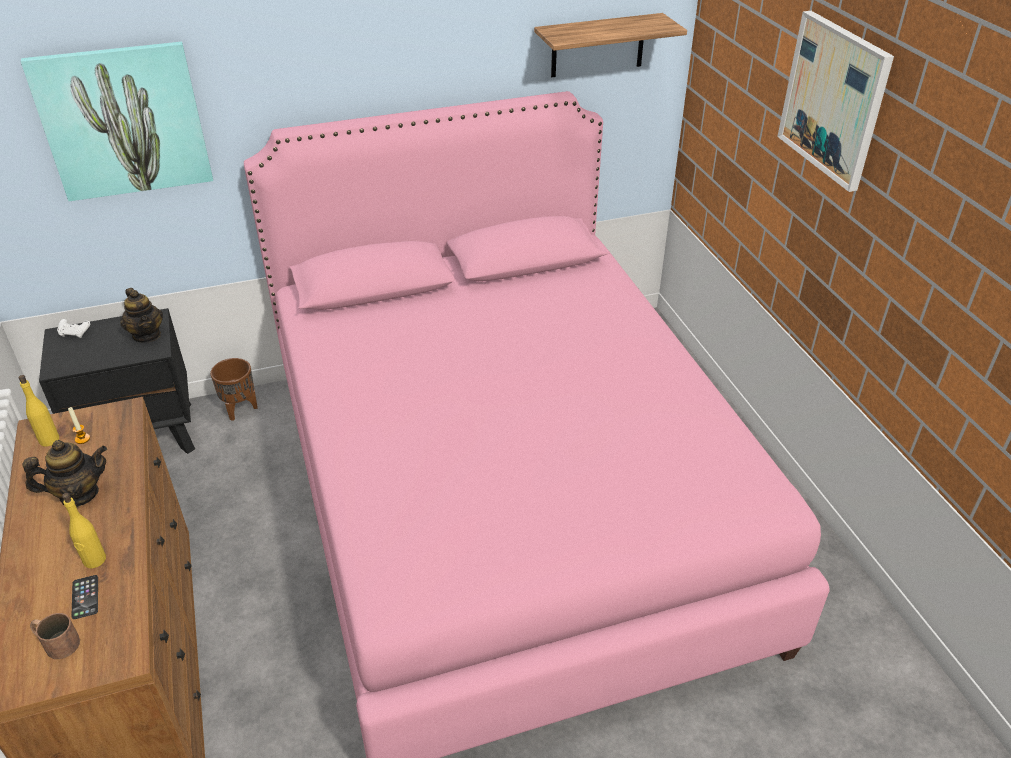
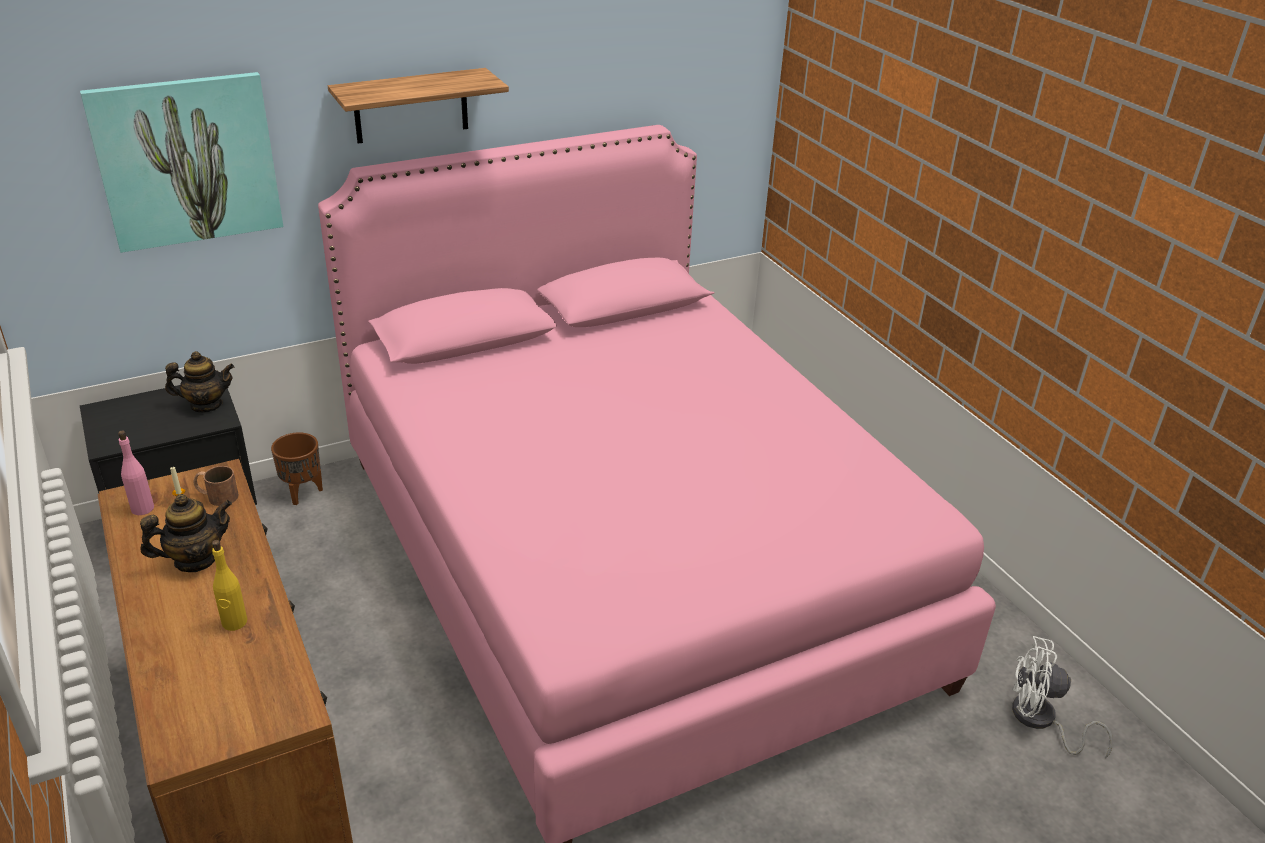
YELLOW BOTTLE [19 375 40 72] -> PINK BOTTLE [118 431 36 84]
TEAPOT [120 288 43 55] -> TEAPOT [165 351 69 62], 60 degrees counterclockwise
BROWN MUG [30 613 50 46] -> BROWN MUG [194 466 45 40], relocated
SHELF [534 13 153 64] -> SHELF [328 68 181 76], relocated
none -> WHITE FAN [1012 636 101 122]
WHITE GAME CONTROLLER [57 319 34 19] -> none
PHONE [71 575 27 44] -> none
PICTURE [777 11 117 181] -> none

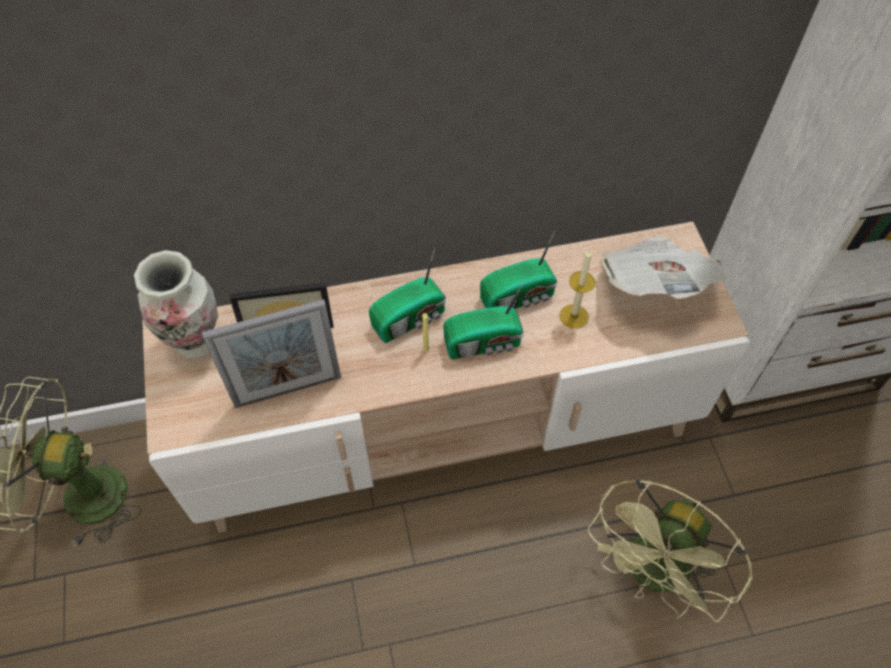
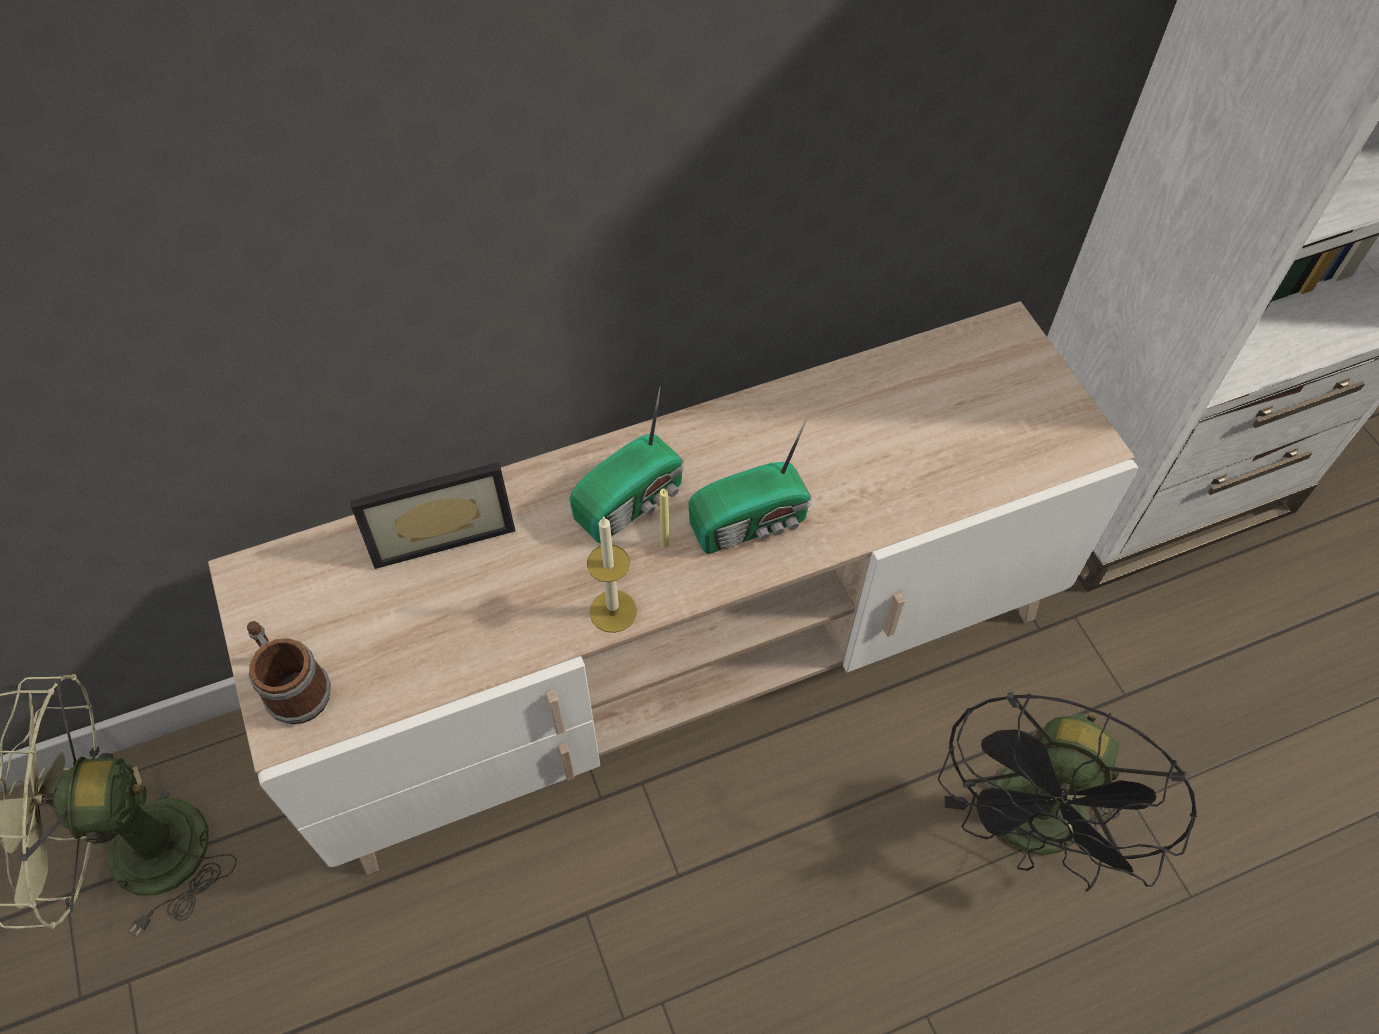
none -> MUG [247 621 84 103]
CANDLE [560 250 35 79] -> CANDLE [587 516 50 117], relocated
GREEN FAN [588 478 165 144] -> BLACK FAN [938 692 259 200]
VASE [134 250 84 109] -> none
PICTURE FRAME [202 299 139 109] -> none
RADIO [480 231 77 78] -> none
NEWSPAPER [602 236 125 63] -> none

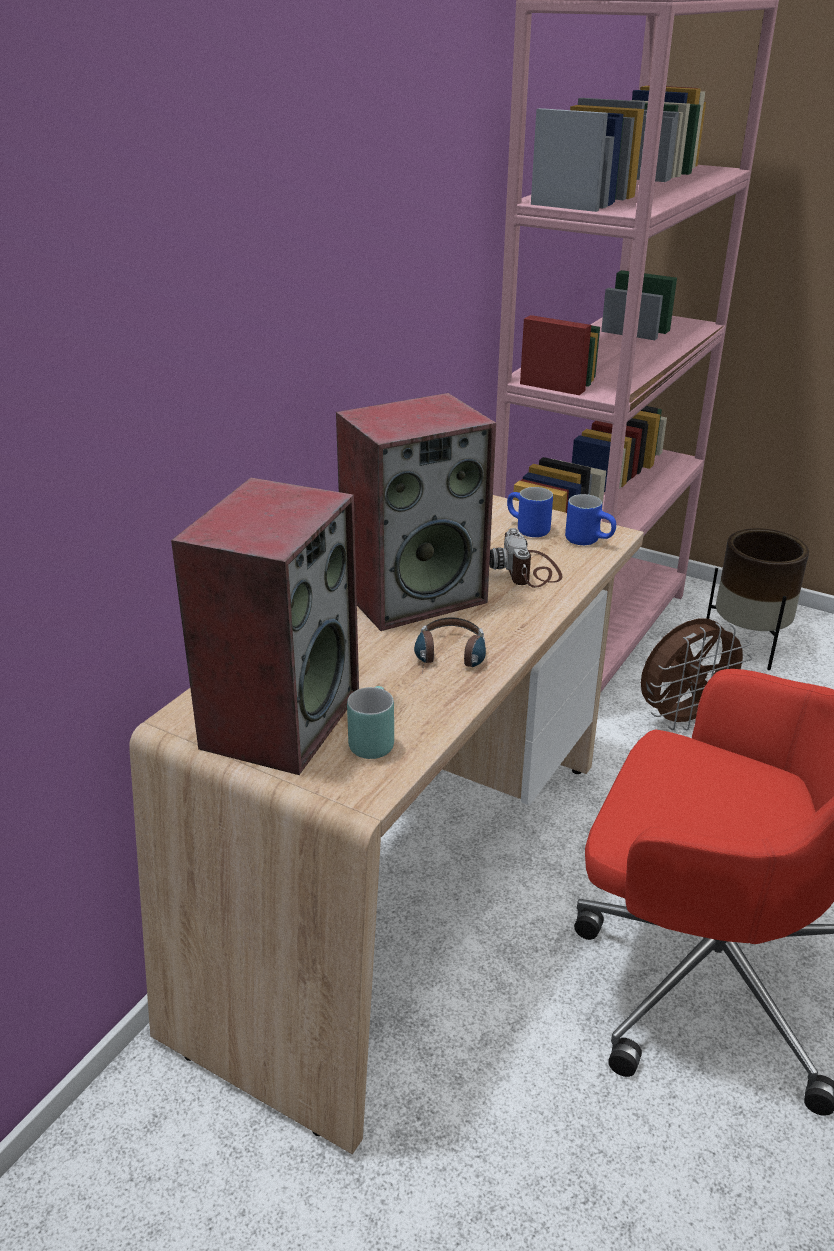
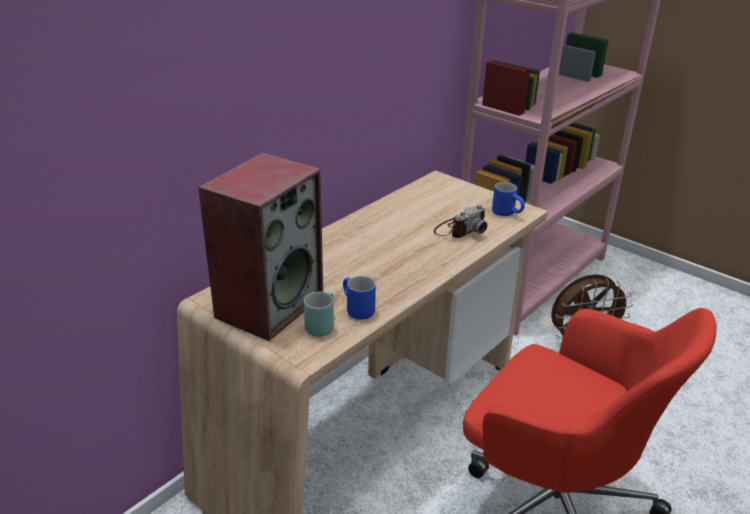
BLUE MUG [507 487 46 50] -> BLUE MUG [343 276 33 44], relocated
PHOTO CAMERA [489 528 73 60] -> PHOTO CAMERA [434 205 53 33], 135 degrees counterclockwise
SPEAKER [336 393 160 238] -> none
HEADPHONES [414 617 72 56] -> none
BROWN PLANTER [703 528 106 142] -> none

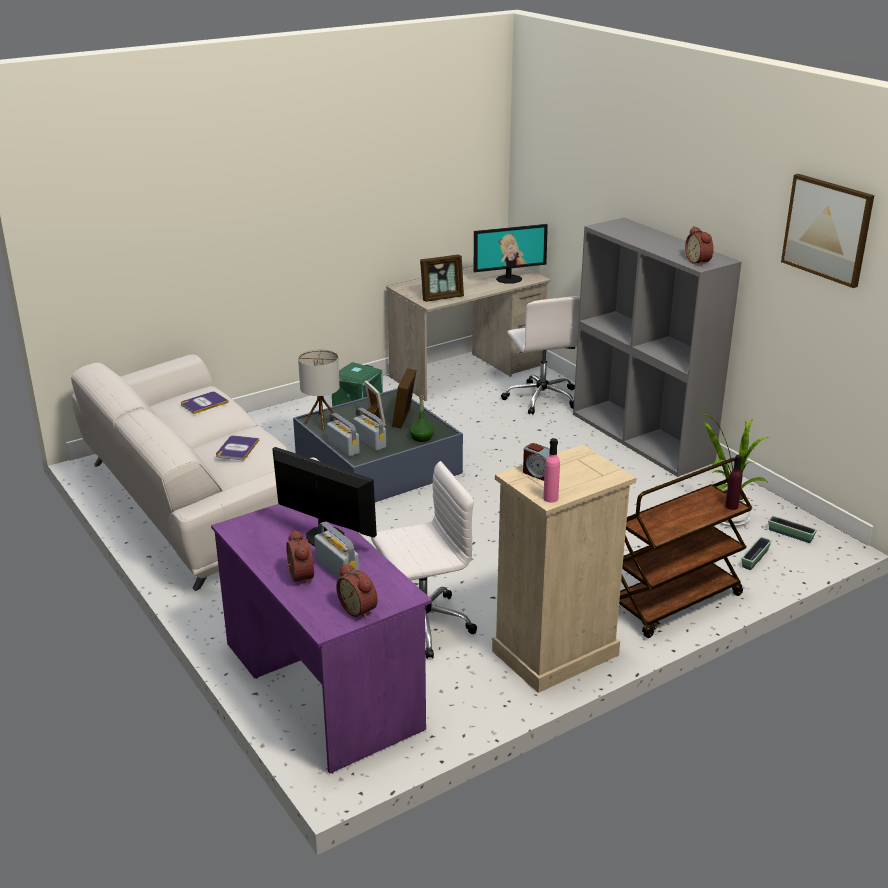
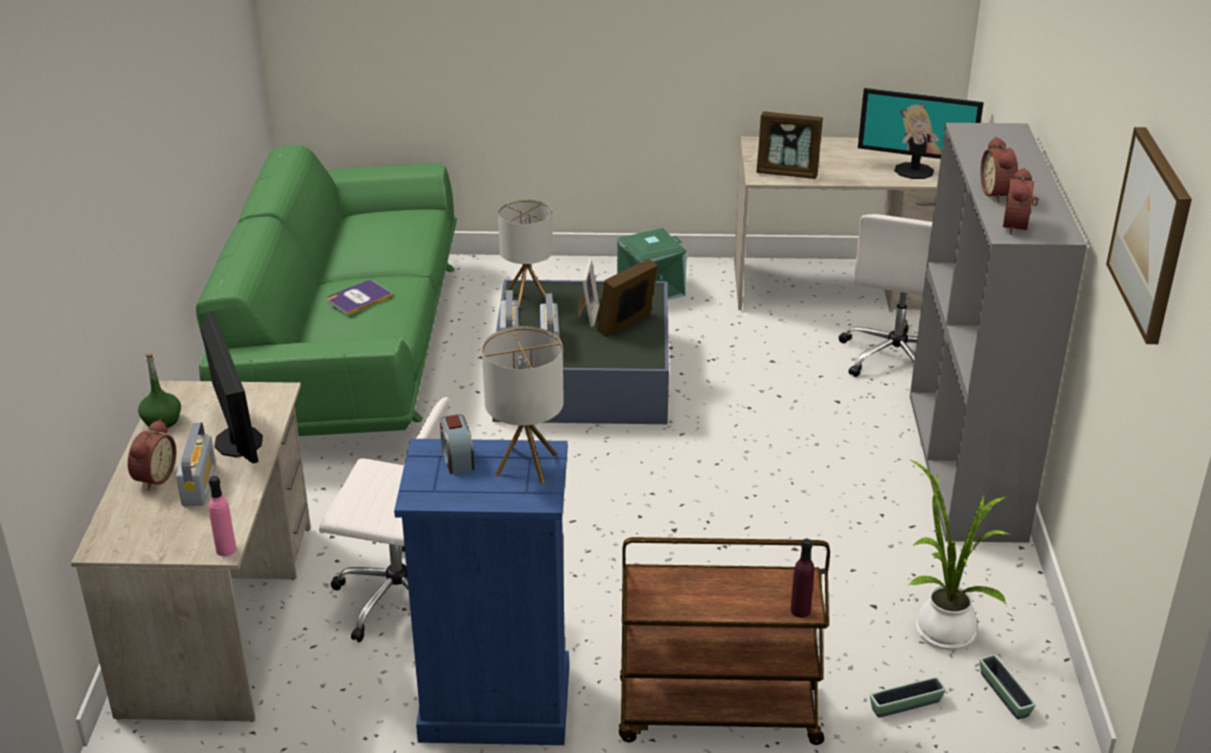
PURPLE DESK [211 504 221 270] -> BEIGE DESK [71 381 240 341]
GREEN BOTTLE [410 395 24 47] -> GREEN BOTTLE [138 353 43 75], relocated
WHITE SOFA [71 354 248 237] -> GREEN SOFA [196 145 261 291]
PINK BOTTLE [543 438 17 65] -> PINK BOTTLE [209 476 27 80], relocated
BEIGE DRESSER [492 445 144 248] -> BLUE DRESSER [394 439 175 306]
none -> TABLE LAMP [482 326 82 158]
ALARM CLOCK [336 564 42 56] -> ALARM CLOCK [980 137 38 65], relocated
BOOK [181 392 48 22] -> none

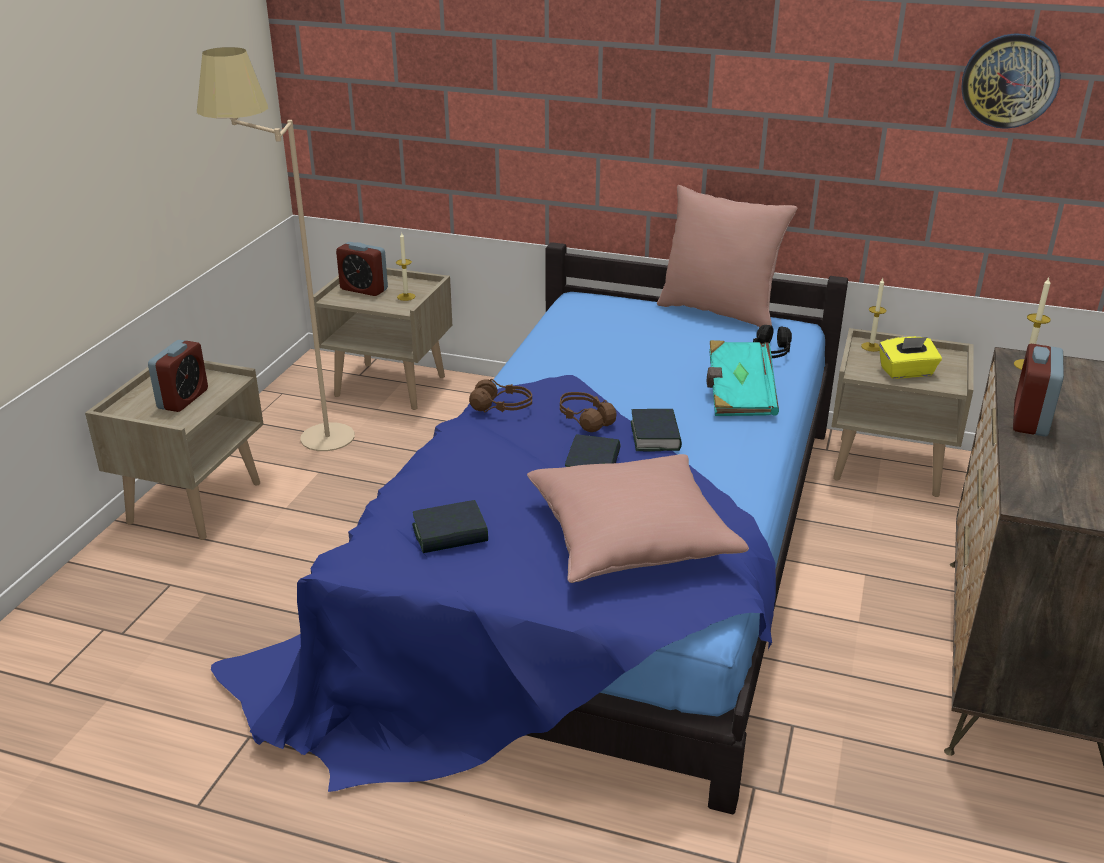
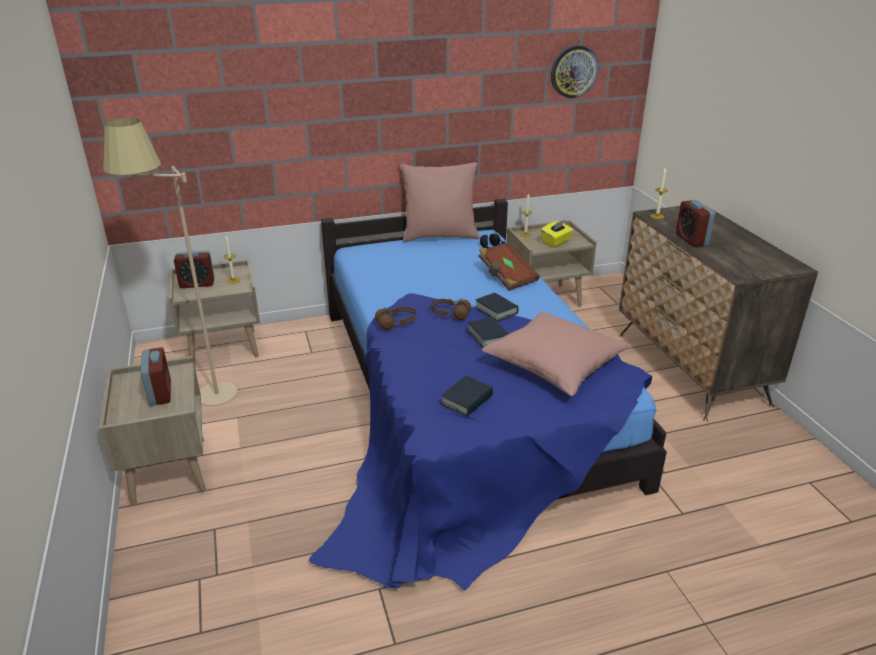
TURQUOISE BOOK [706 340 73 76] -> BROWN BOOK [478 242 62 49]

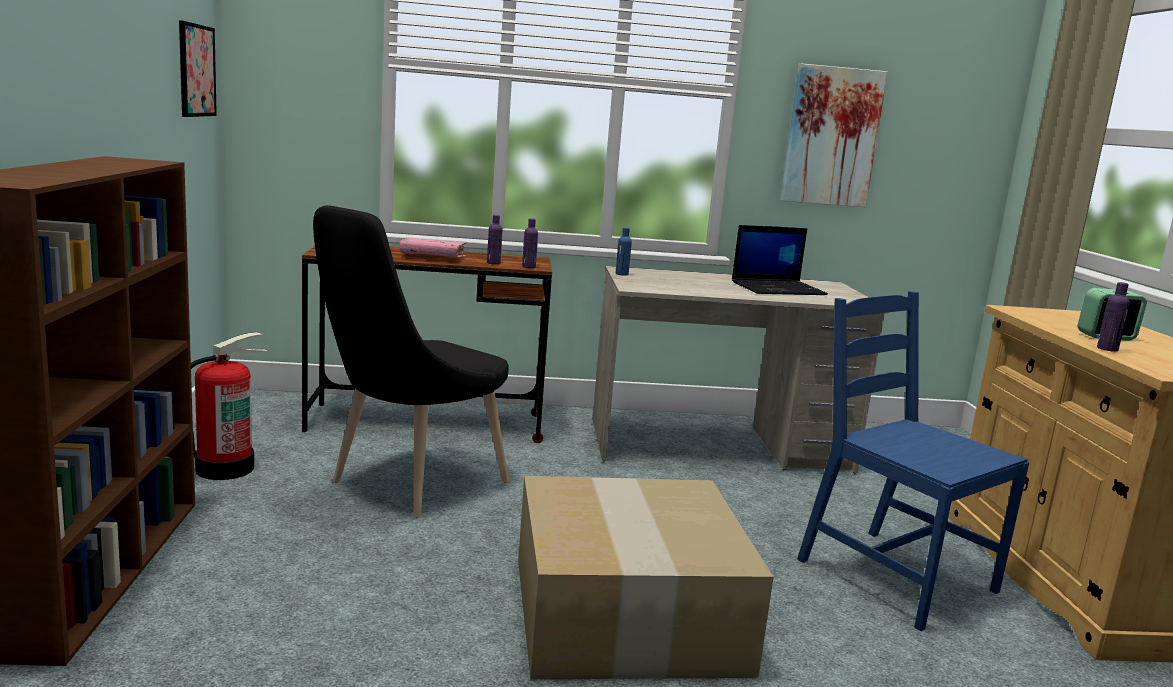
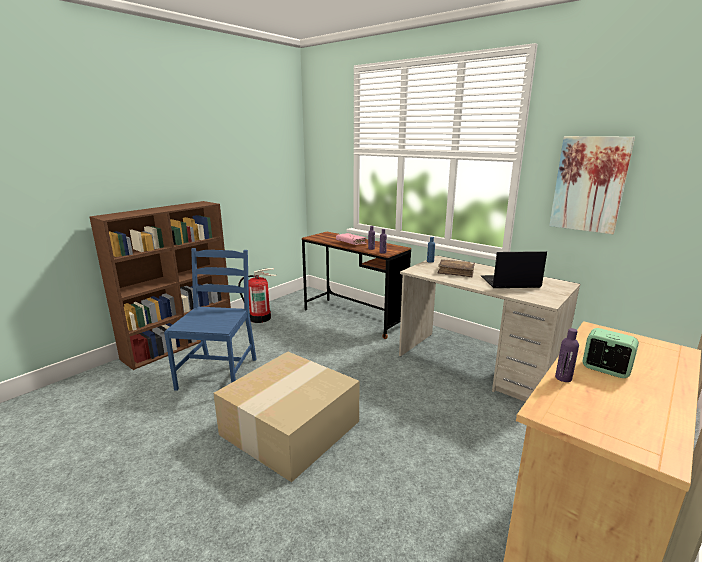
BLUE CHAIR [797 291 232 340] -> BLUE CHAIR [164 248 93 143], relocated
none -> BROWN BOOK [438 259 37 18]
LAPTOP [732 225 96 70] -> LAPTOP [481 251 66 37], 150 degrees clockwise
PICTURE [179 20 38 97] -> none
BLACK CHAIR [313 205 196 313] -> none

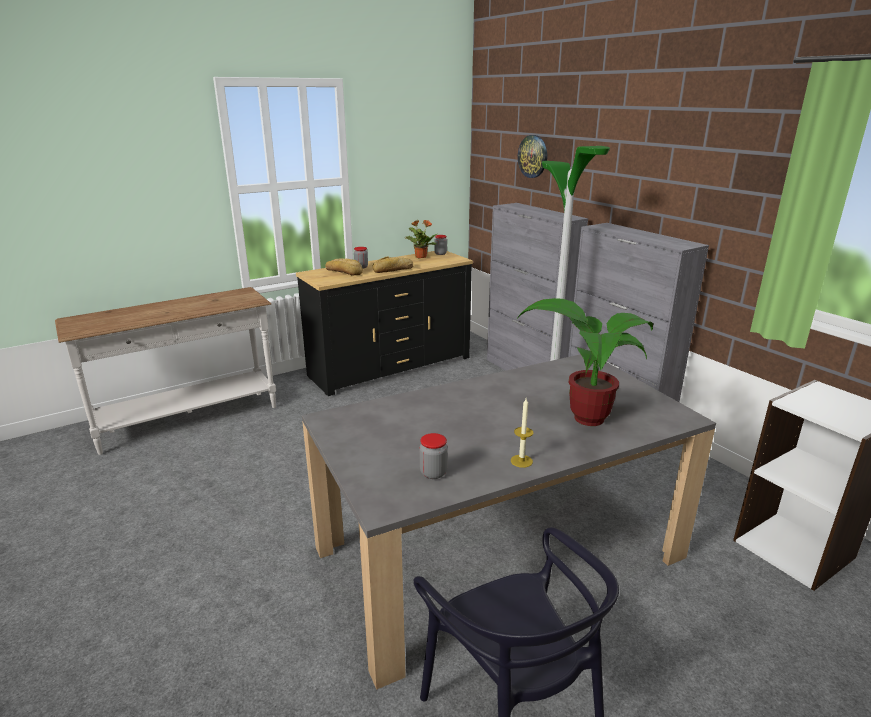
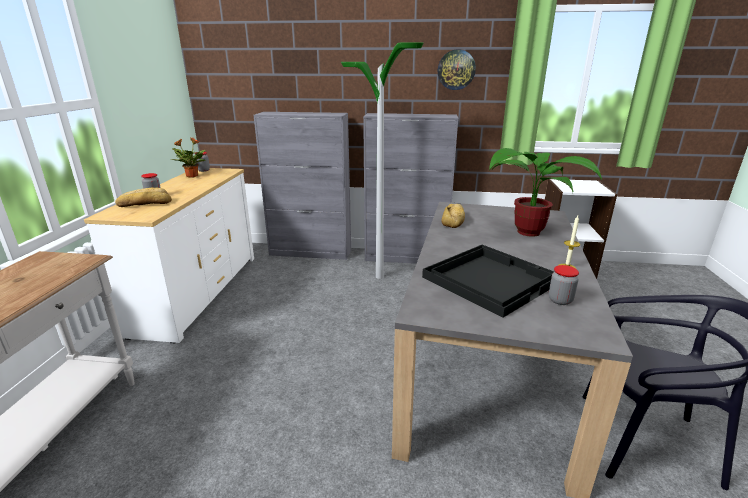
BLACK DRESSER [296 251 177 145] -> WHITE DRESSER [84 168 170 175]
none -> BLACK TRAY [422 245 132 73]
WALL CLOCK [518 135 29 43] -> WALL CLOCK [438 49 38 41], relocated
BREAD [372 256 41 17] -> BREAD [442 204 23 24], relocated

